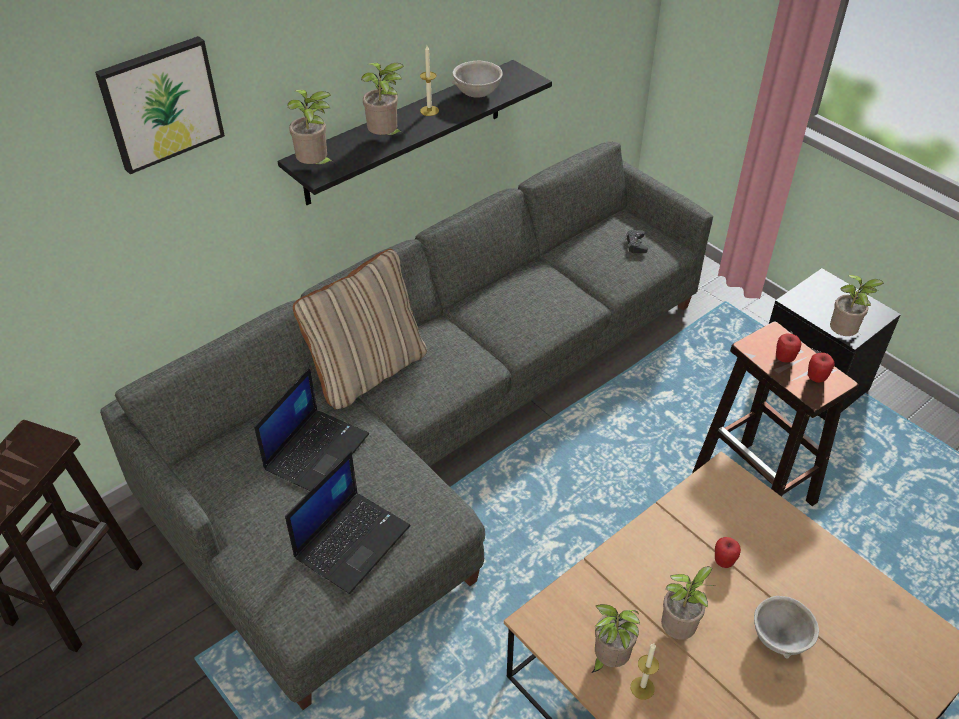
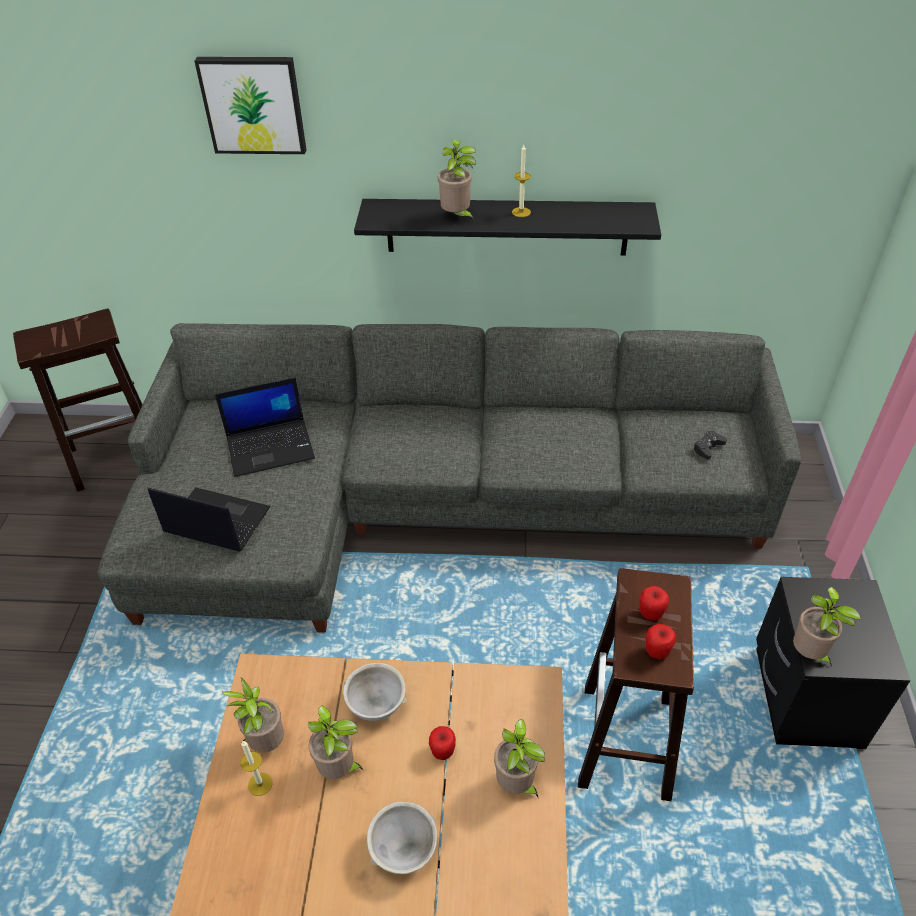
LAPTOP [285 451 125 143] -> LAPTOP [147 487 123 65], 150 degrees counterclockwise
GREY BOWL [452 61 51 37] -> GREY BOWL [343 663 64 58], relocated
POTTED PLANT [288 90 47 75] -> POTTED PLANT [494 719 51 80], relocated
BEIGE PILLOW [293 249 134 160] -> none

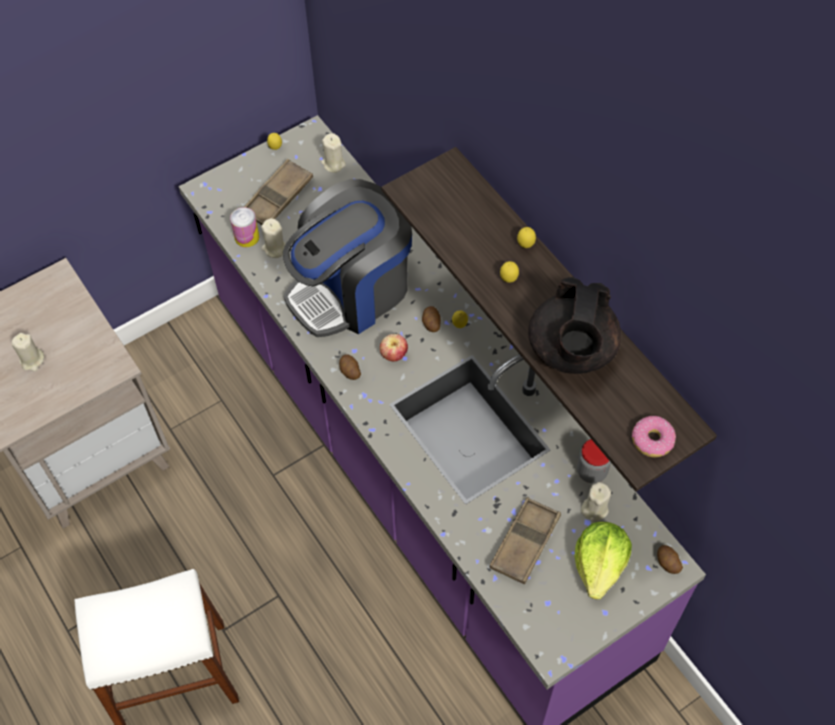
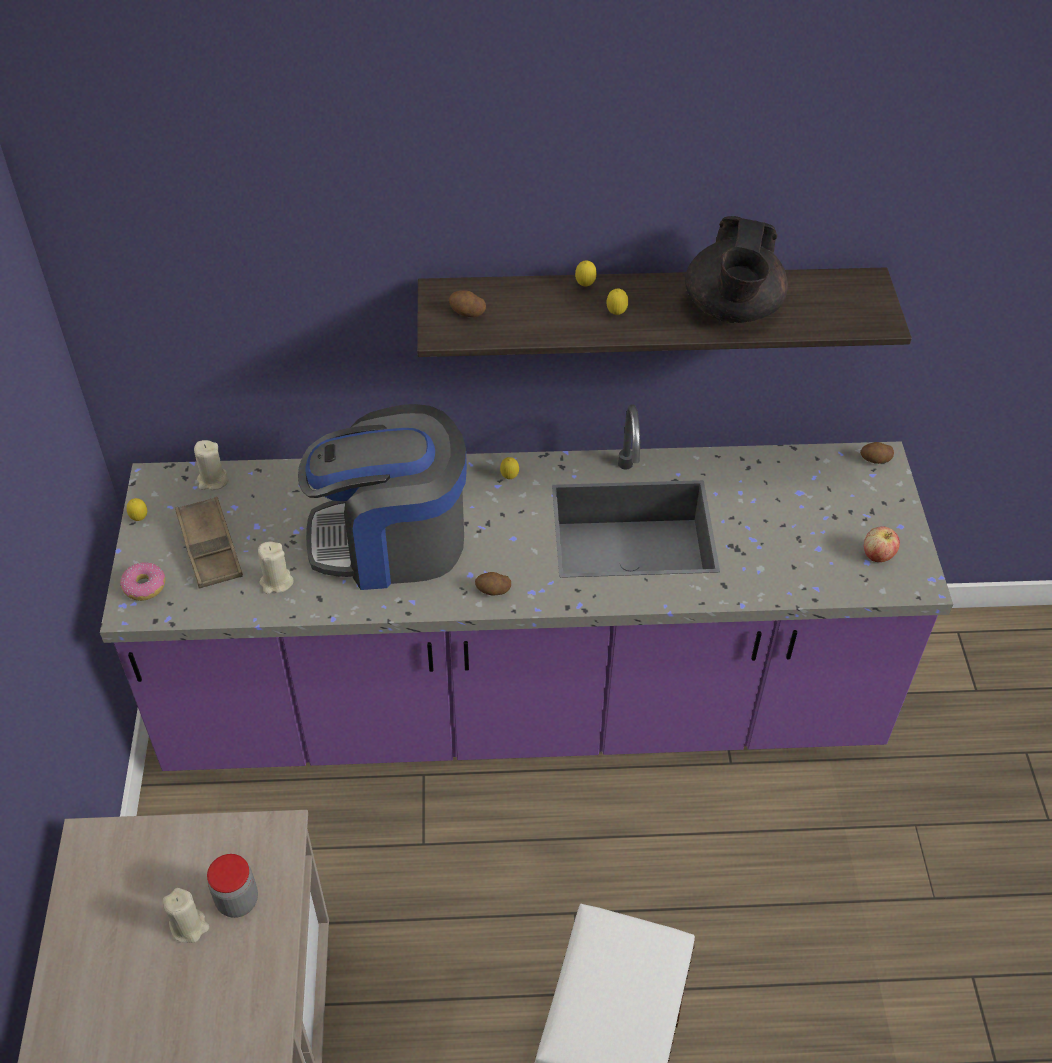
DONUT [632 416 44 41] -> DONUT [120 562 45 39], relocated
JAR [577 439 34 44] -> JAR [207 854 51 64], relocated
COFFEE MACHINE [283 179 129 158] -> COFFEE MACHINE [298 404 169 186], 90 degrees clockwise
POTATO [422 306 19 26] -> POTATO [449 290 37 27], relocated
BLACK TEAPOT [528 277 93 97] -> BLACK TEAPOT [685 216 103 107], 60 degrees clockwise
APPLE [380 334 28 28] -> APPLE [864 526 36 36], relocated
CAN [230 207 29 40] -> none
BROWN TRAY [490 497 71 88] -> none
LETTUCE [574 522 58 78] -> none
BEIGE CANDLE [581 482 30 40] -> none

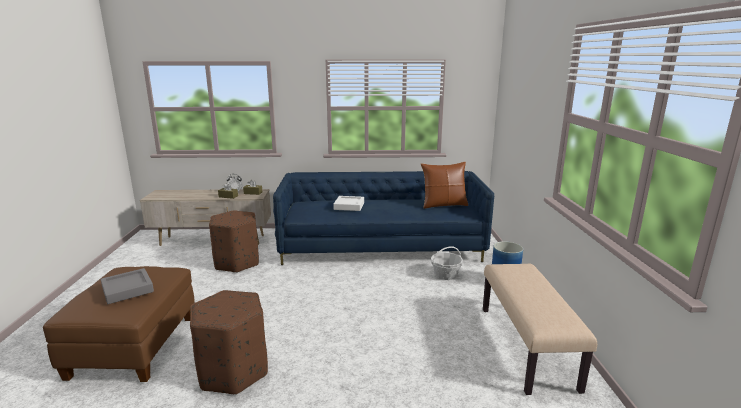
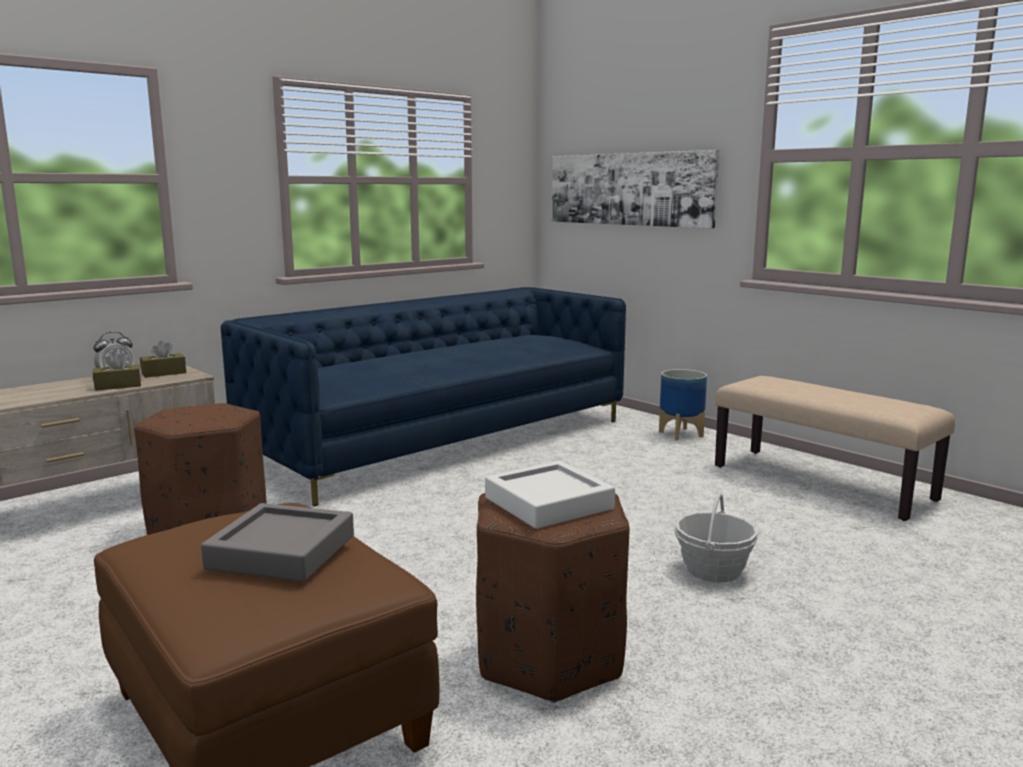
WHITE TRAY [333 196 31 15] -> WHITE TRAY [485 461 130 68], relocated
none -> PICTURE [552 150 168 78]
BASKET [431 246 32 34] -> BASKET [674 493 84 89], relocated
BROWN PILLOW [421 162 47 47] -> none

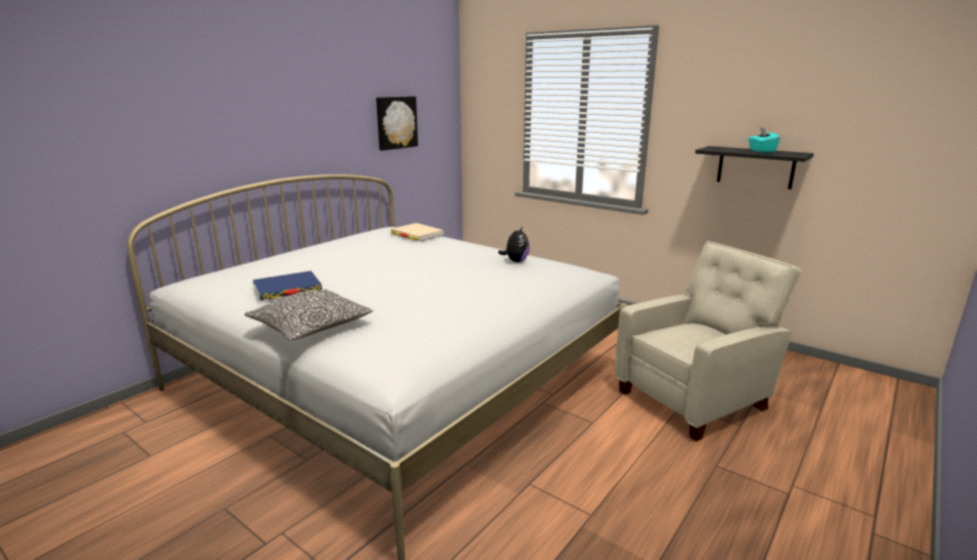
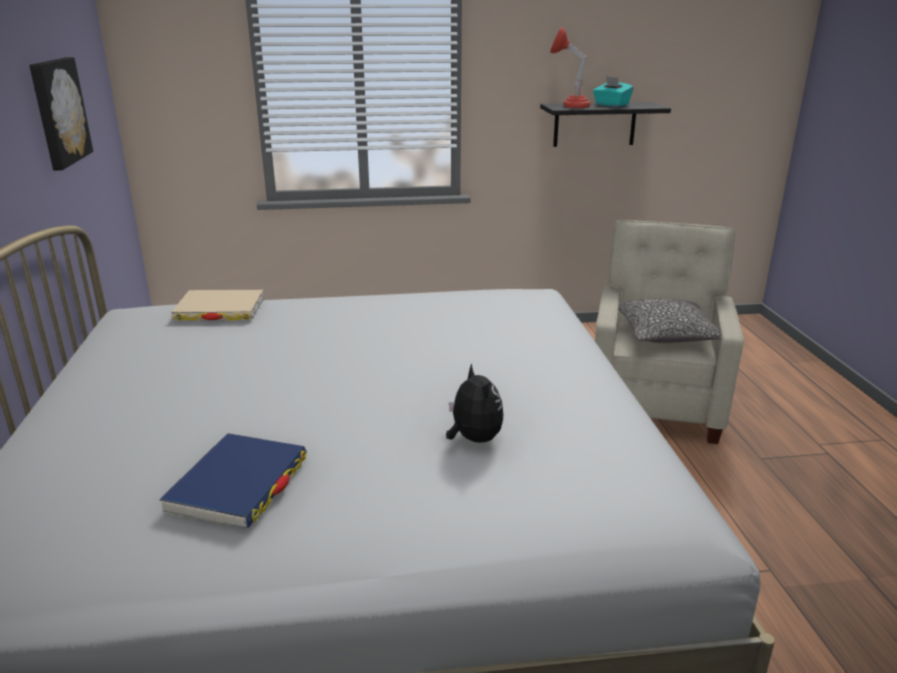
PLUSH TOY [498 226 32 36] -> PLUSH TOY [446 364 57 79], relocated
none -> RED TABLE LAMP [550 27 41 81]
PILLOW [245 289 128 52] -> PILLOW [618 299 103 44], relocated

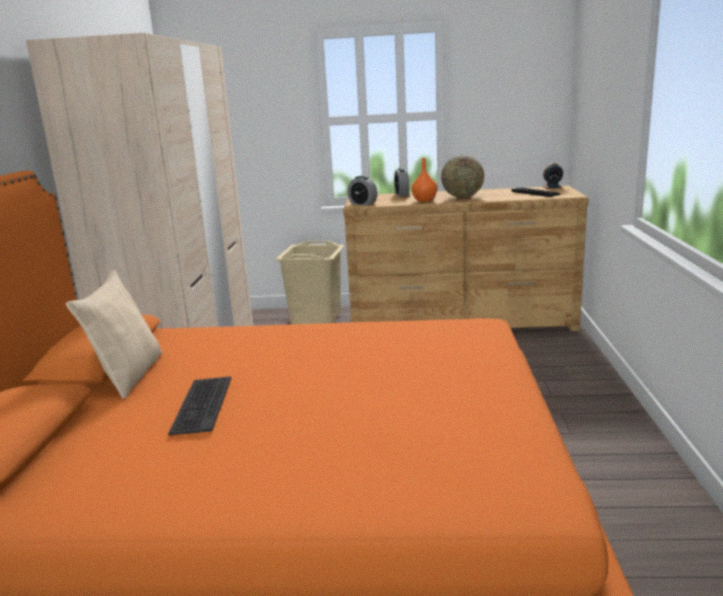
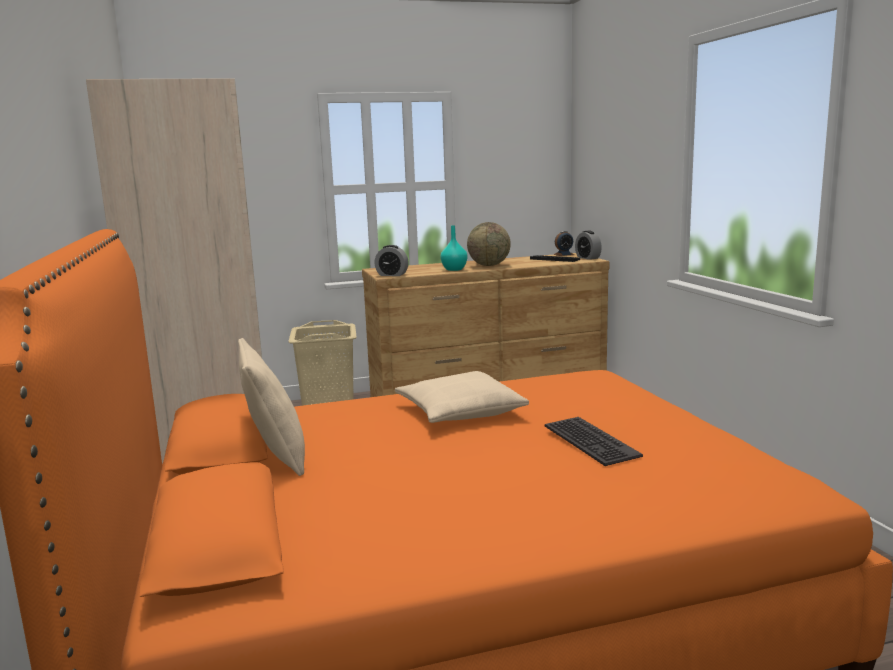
none -> BEIGE PILLOW [395 371 134 52]
ORANGE VASE [411 158 26 44] -> TURQUOISE VASE [440 225 28 46]
KEYBOARD [168 376 63 59] -> KEYBOARD [545 417 98 49], relocated
ALARM CLOCK [394 168 15 29] -> ALARM CLOCK [575 231 27 29], relocated

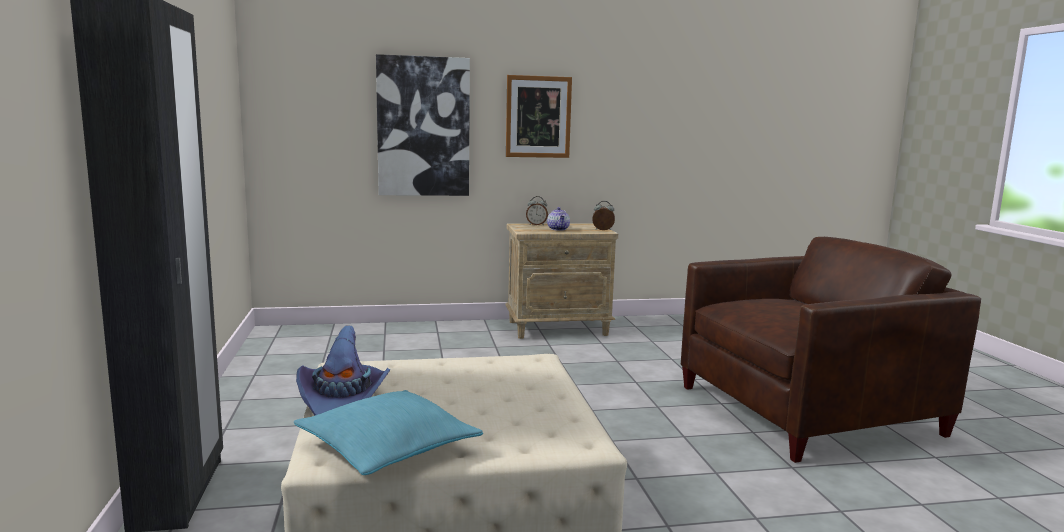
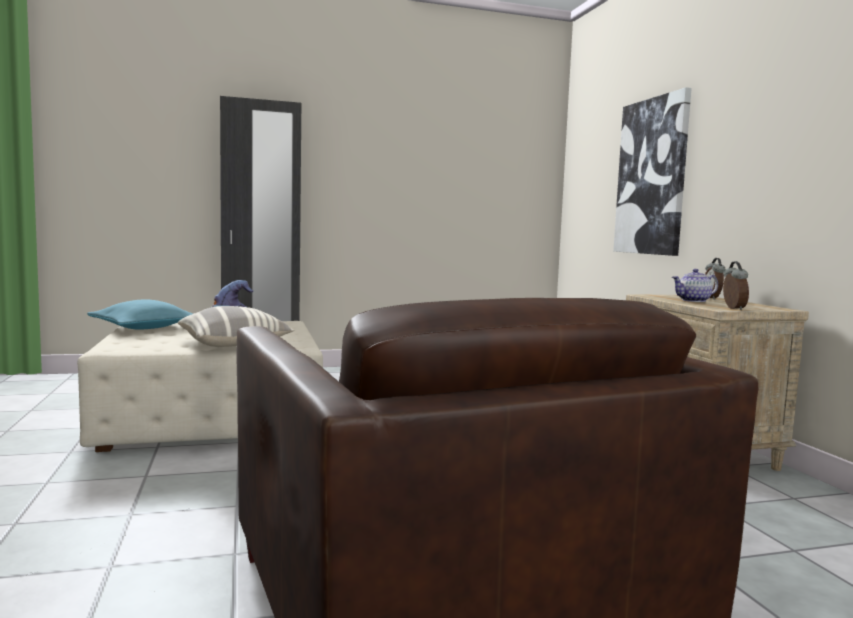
none -> PILLOW [178 306 116 41]
PICTURE [506 75 66 83] -> none

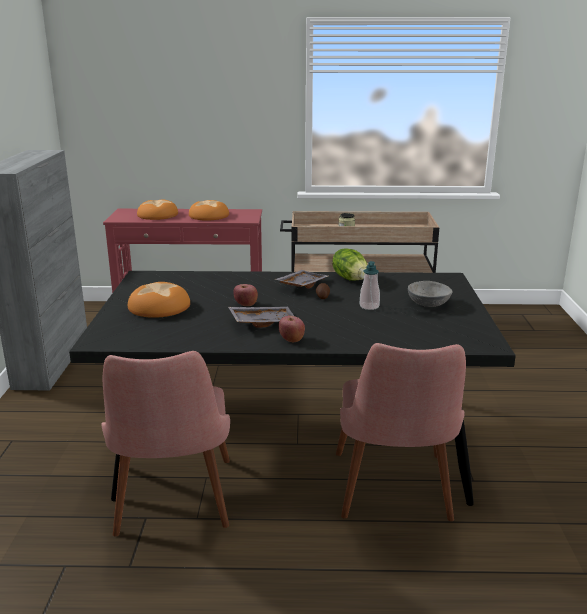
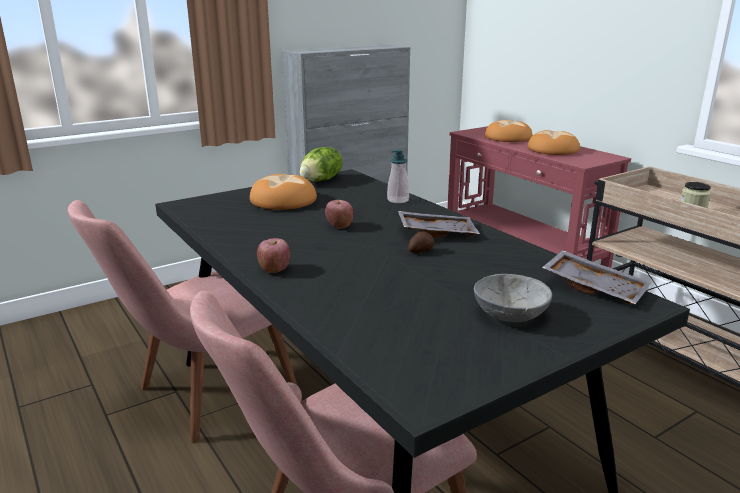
LETTUCE [332 248 35 33] -> LETTUCE [300 147 43 35], relocated
SOAP DISPENSER [360 261 20 49] -> SOAP DISPENSER [387 150 22 53], relocated
GREY TRAY [228 307 66 21] -> GREY TRAY [542 250 110 54], relocated

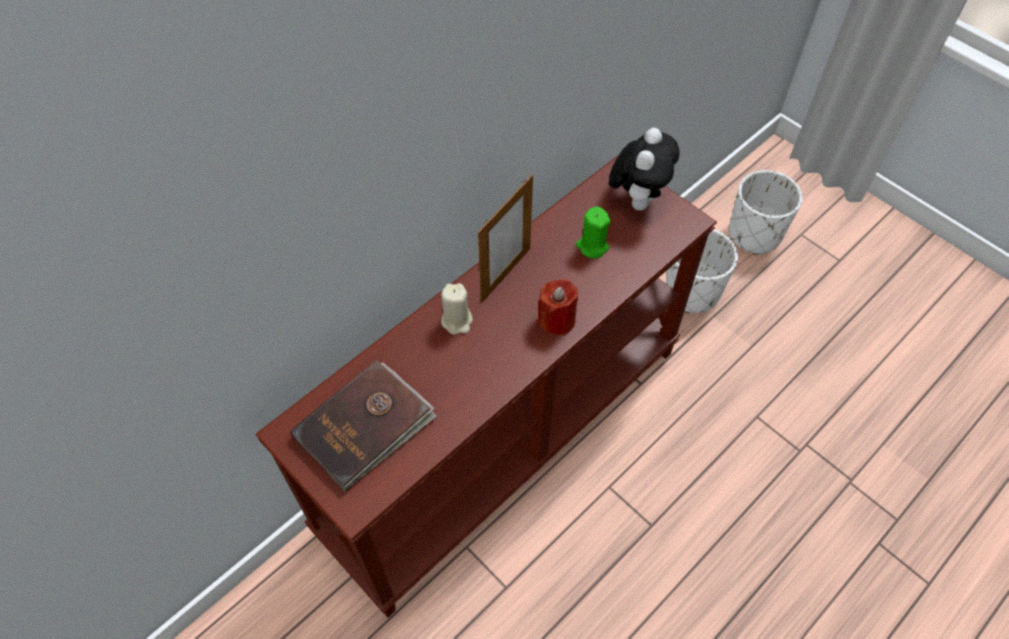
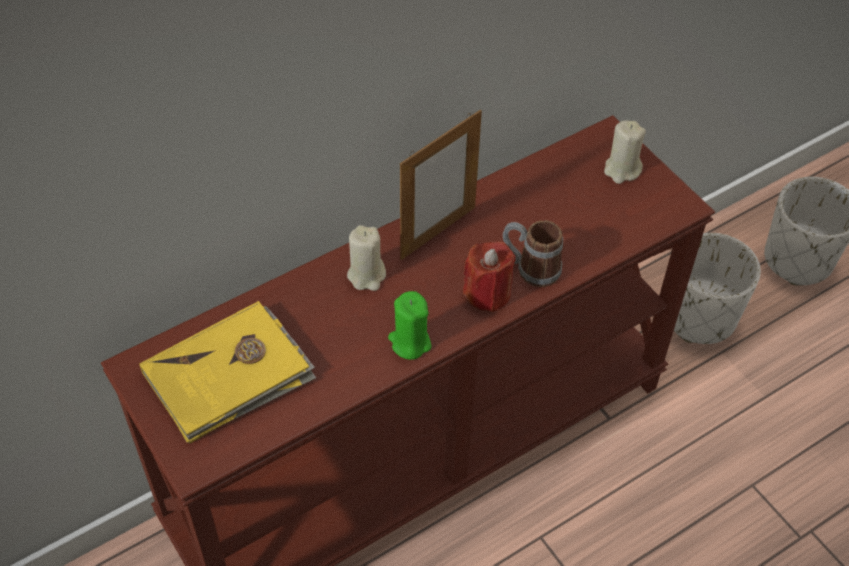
BROWN BOOK [290 360 147 132] -> YELLOW BOOK [139 301 177 143]
GREEN CANDLE [576 207 35 52] -> GREEN CANDLE [388 291 44 69], relocated
none -> MUG [503 220 60 67]
PLUSH TOY [609 128 71 83] -> BEIGE CANDLE [604 120 42 64]

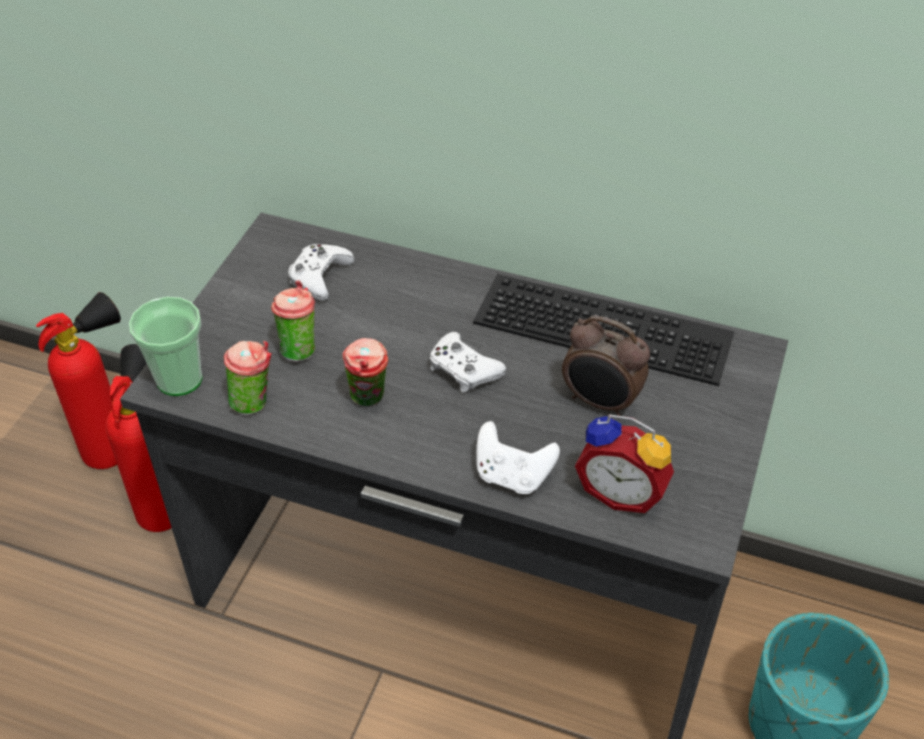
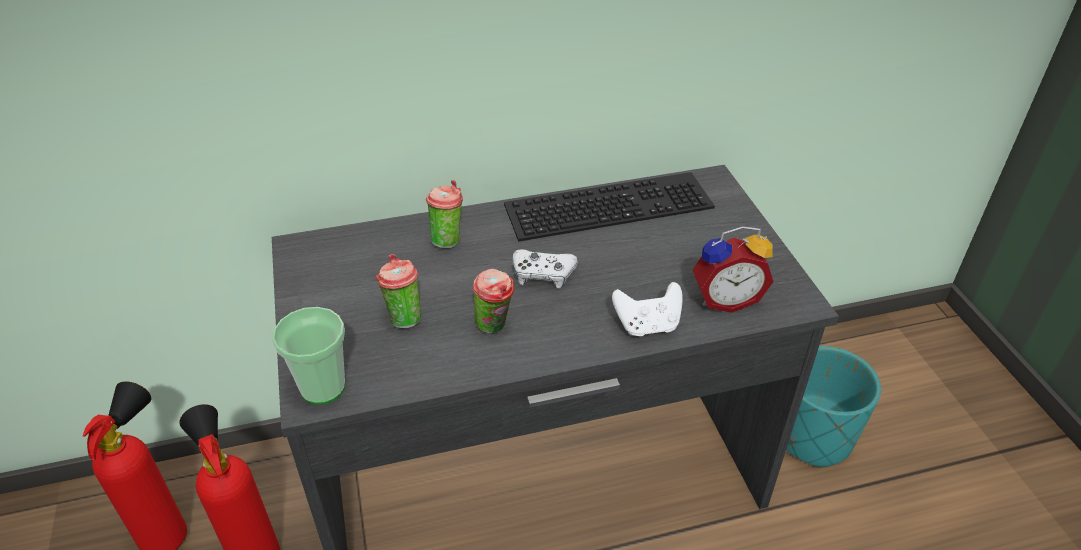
CUP [224 341 48 75] -> CUP [426 180 37 69], relocated
WHITE GAME CONTROLLER [288 244 67 57] -> none
ALARM CLOCK [562 315 88 101] -> none

